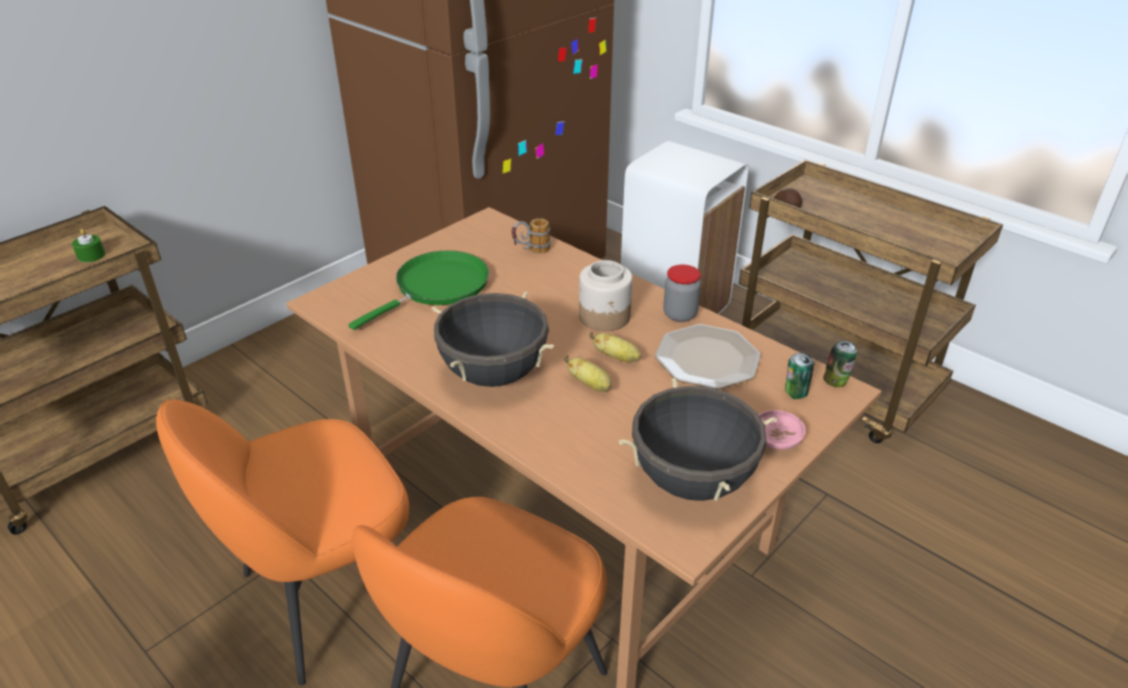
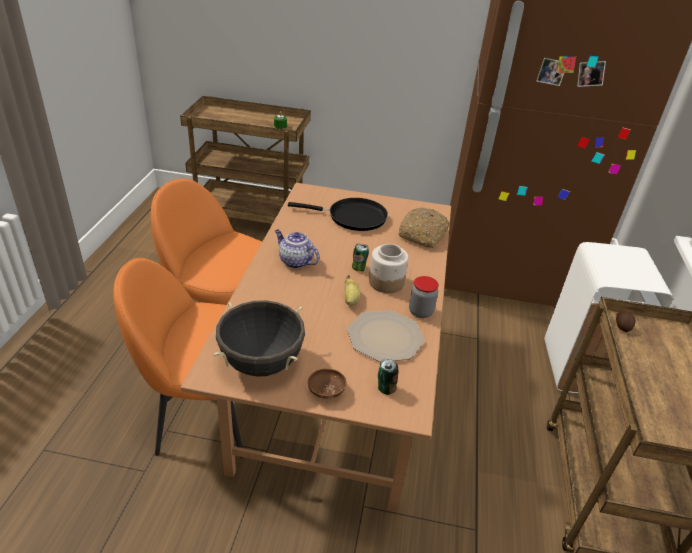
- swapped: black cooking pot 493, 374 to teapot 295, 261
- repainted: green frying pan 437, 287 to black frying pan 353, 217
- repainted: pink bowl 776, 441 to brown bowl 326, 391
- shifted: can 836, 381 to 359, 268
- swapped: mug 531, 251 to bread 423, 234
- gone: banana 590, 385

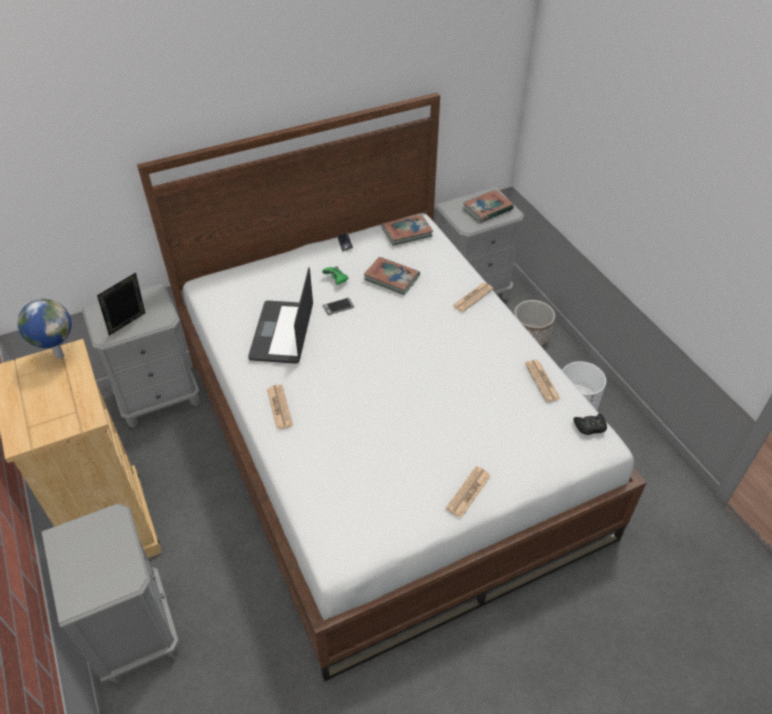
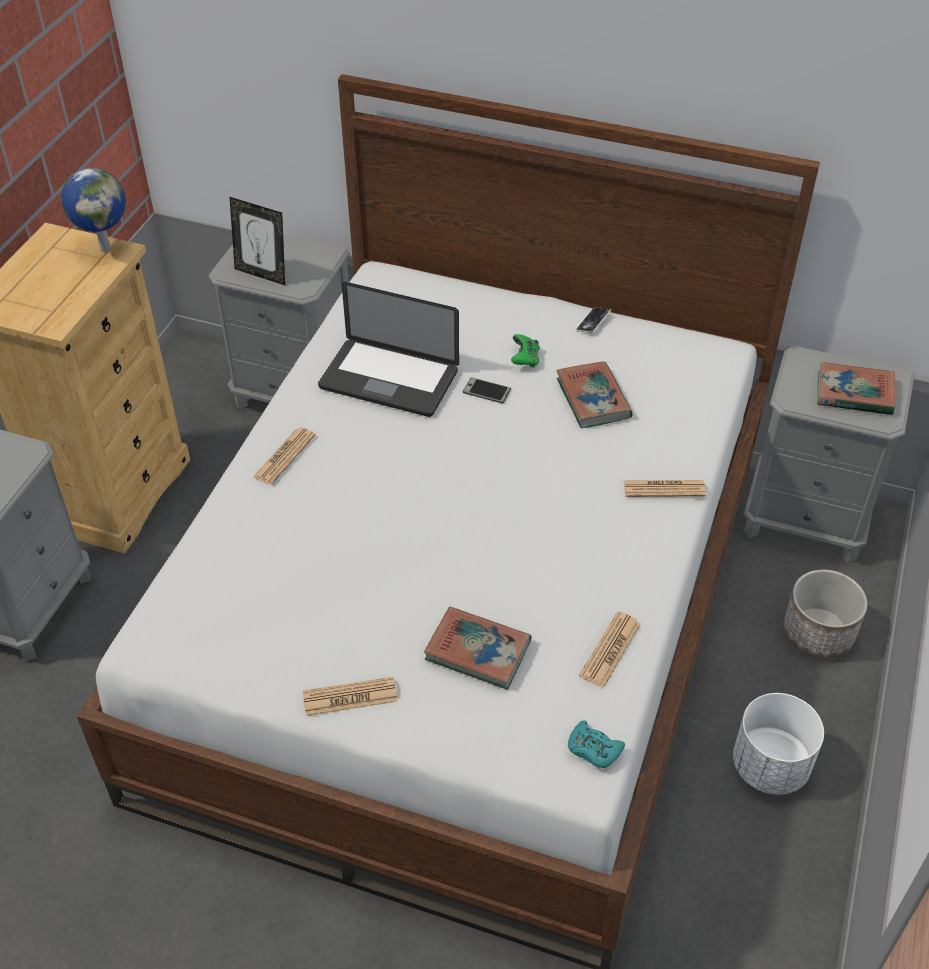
- rotated: picture frame 129, 325 = 262, 274 150 degrees counterclockwise
- rotated: laptop 282, 333 = 388, 379 120 degrees counterclockwise
- shifted: book 407, 232 to 478, 651
- repainted: black game controller 590, 427 to turquoise game controller 593, 749

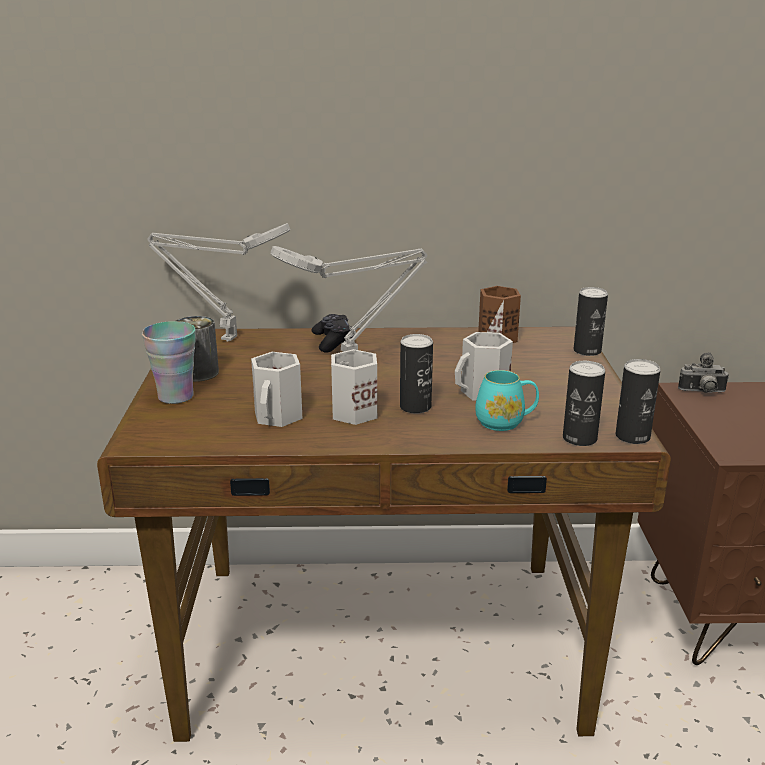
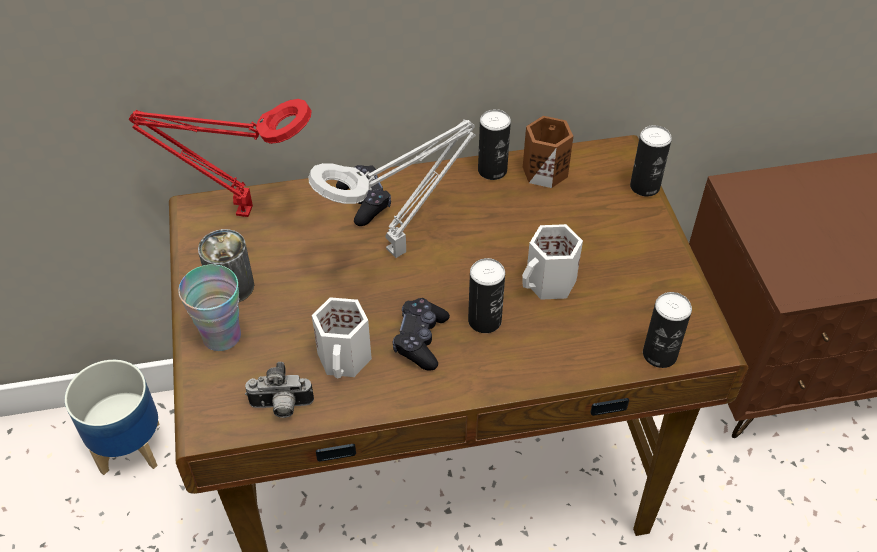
- new: planter 130, 447
- repainted: grey table lamp 224, 339 to red table lamp 239, 211
- shifted: photo camera 702, 392 to 281, 407
- swapped: white mug 352, 412 to black game controller 420, 340
- shifted: can 632, 436 to 492, 170
- gone: turquoise mug 505, 422

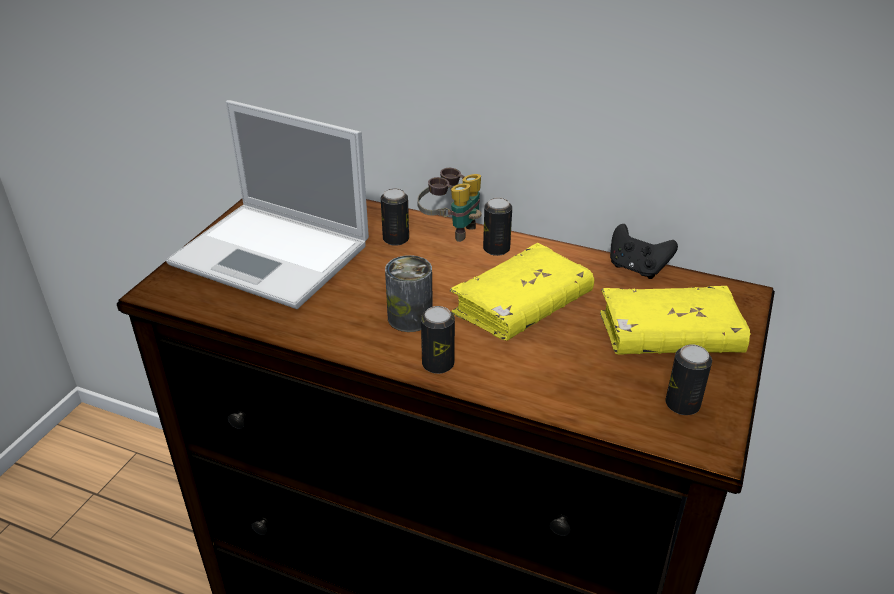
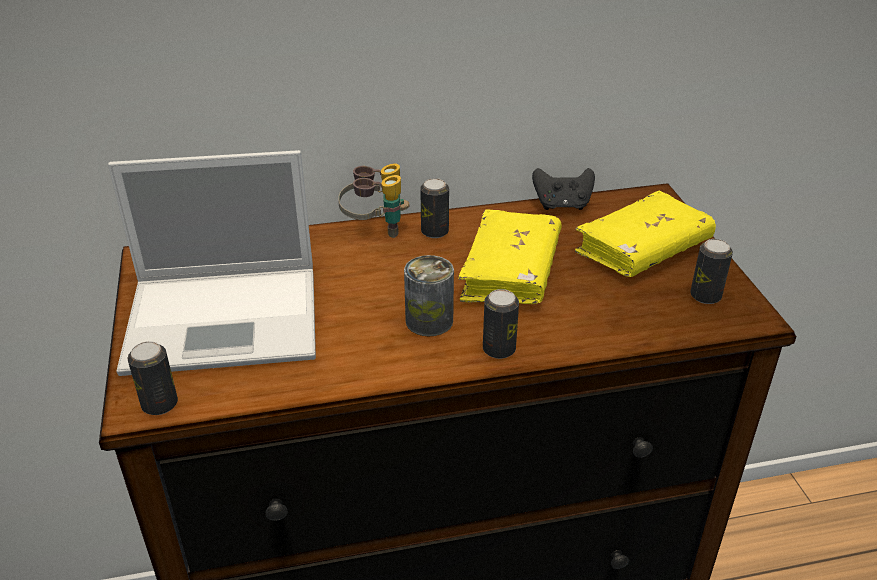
- shifted: can 396, 239 to 160, 404

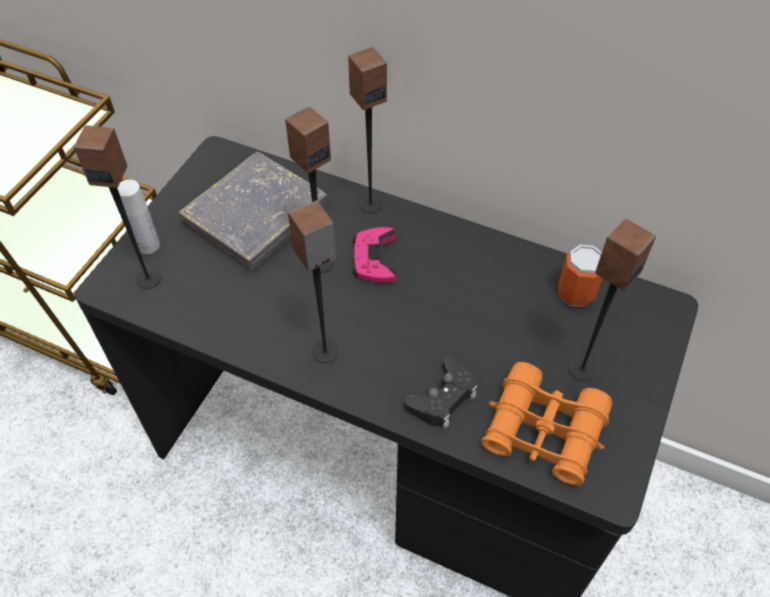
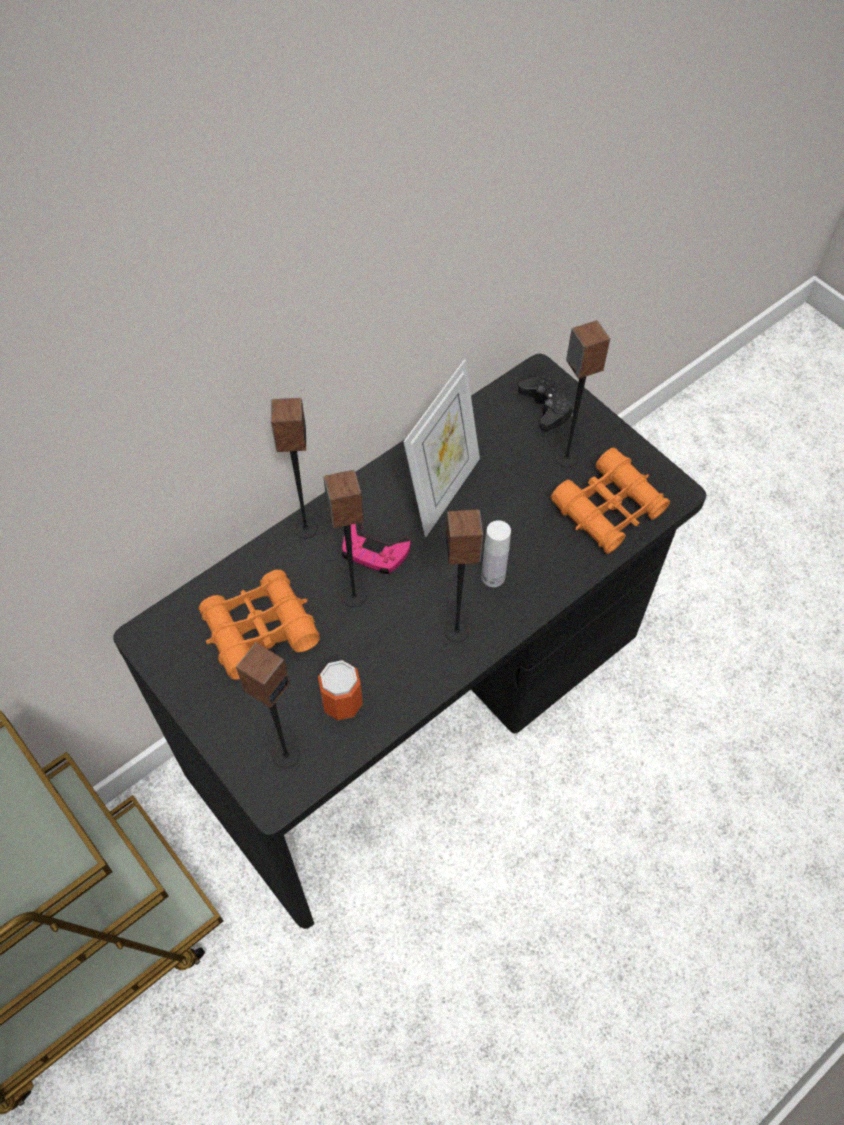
- swapped: grey book 256, 216 to orange binoculars 260, 630
- shifted: can 575, 293 to 342, 703
- new: picture frame 443, 492
- shifted: white bottle 148, 245 to 493, 577
- shifted: black game controller 443, 398 to 546, 406

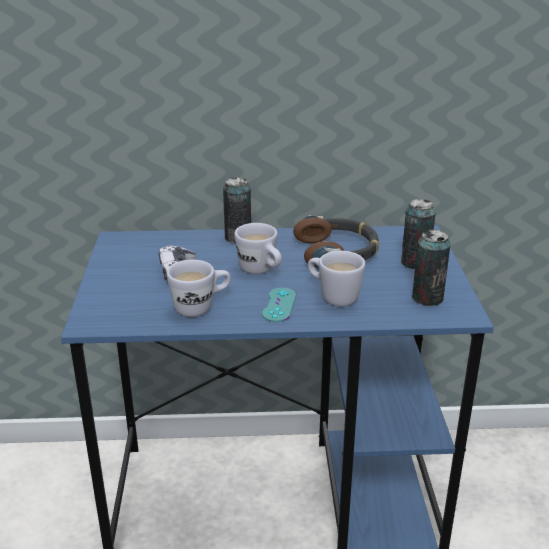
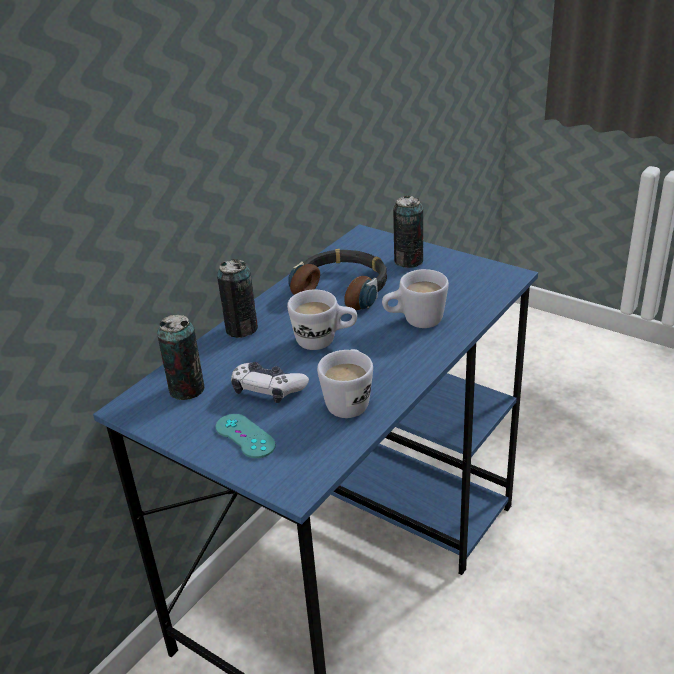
- shifted: can 427, 298 to 187, 389
- shifted: turquoise game controller 279, 305 to 245, 436

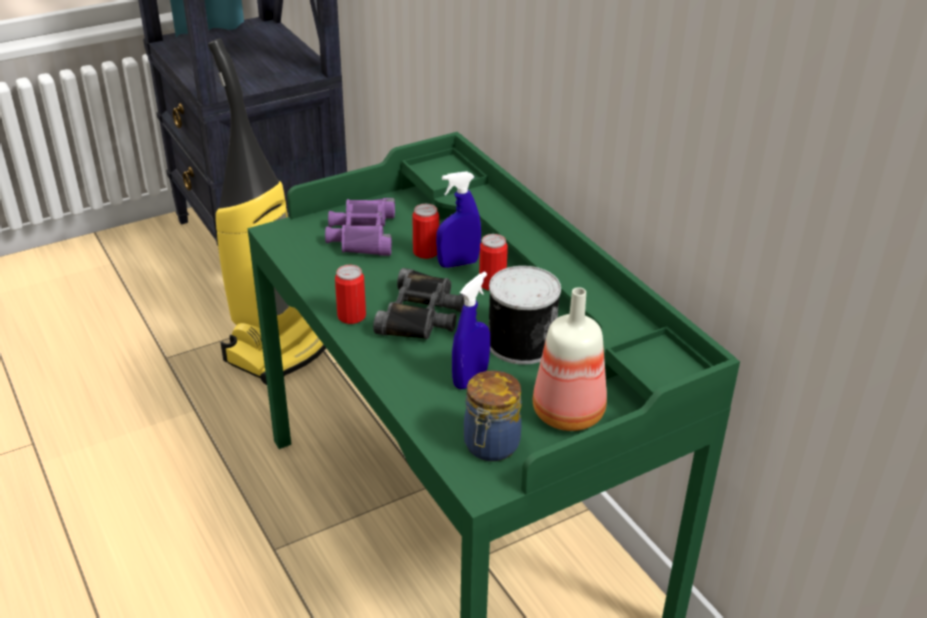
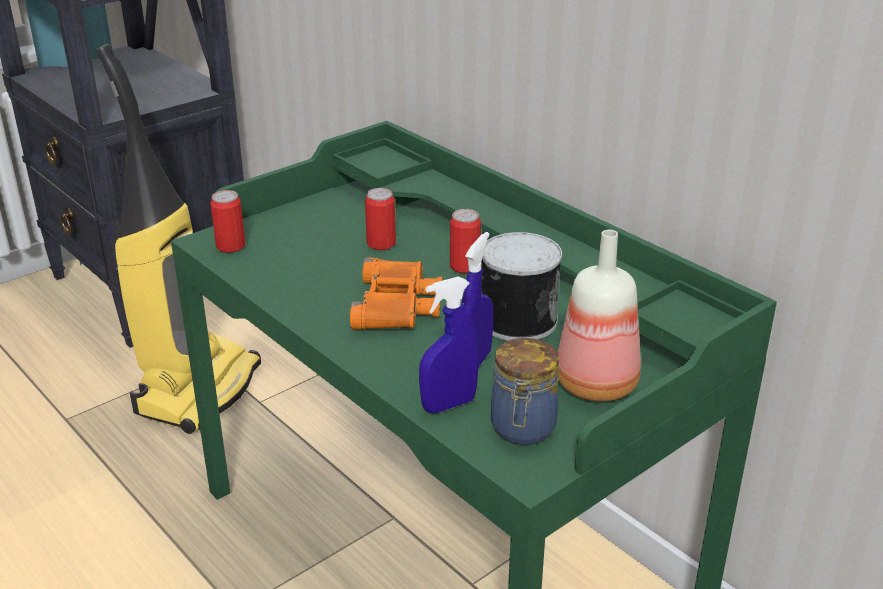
- shifted: can 351, 316 to 231, 246
- repainted: black binoculars 422, 314 to orange binoculars 397, 304
- shifted: blue spray bottle 458, 263 to 448, 404
- gone: purple binoculars 362, 234

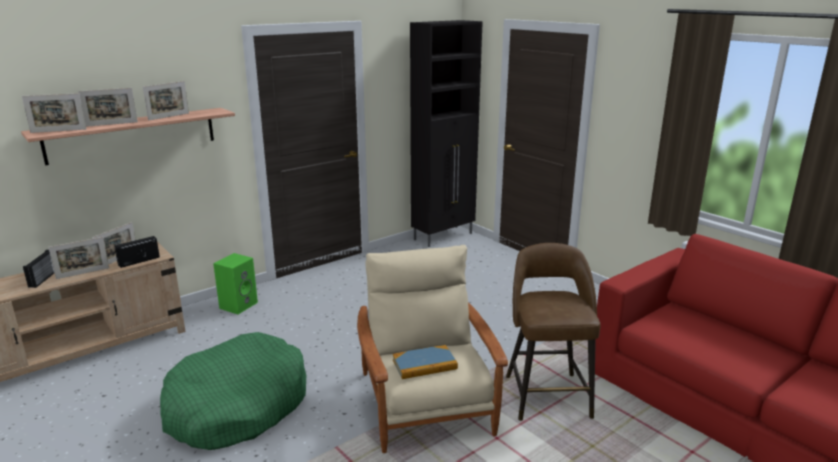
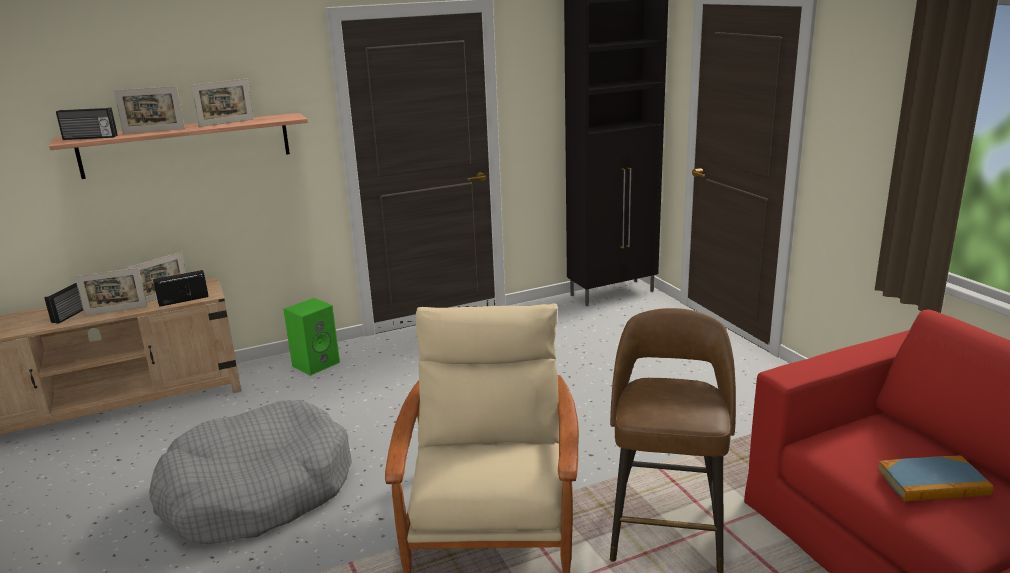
- swapped: picture frame 58, 131 to radio 90, 138
- repainted: green dog bed 237, 406 to grey dog bed 257, 491
- shifted: book 424, 364 to 932, 482

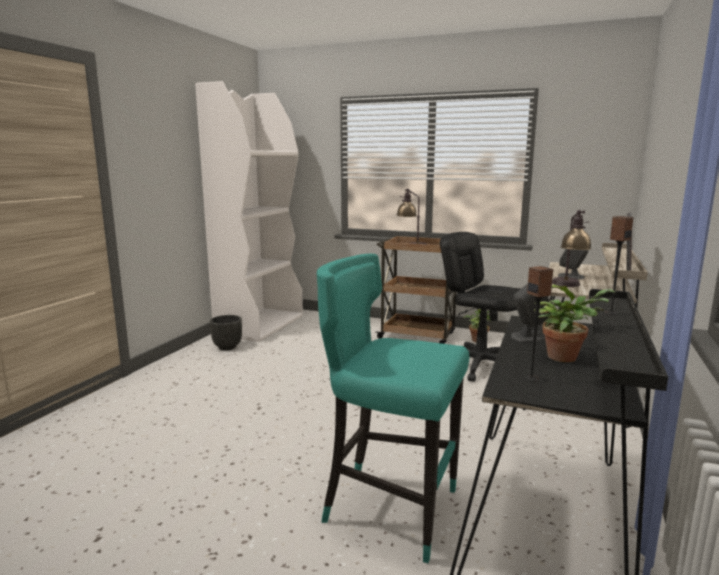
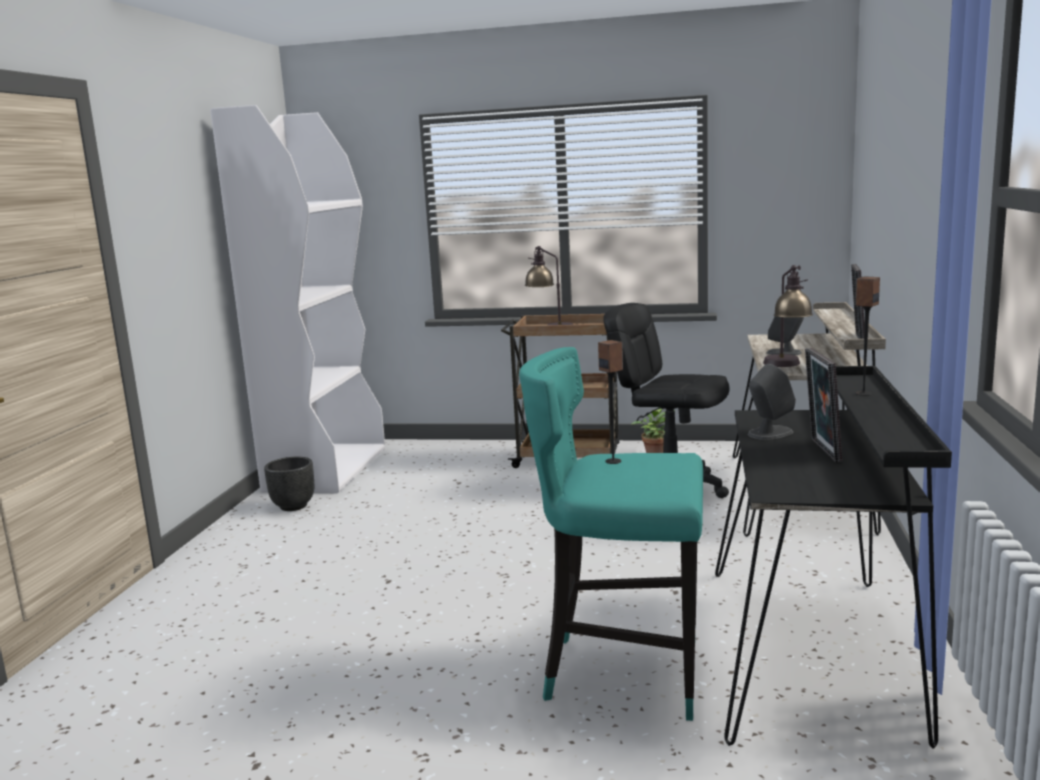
- shifted: speaker 531, 378 to 613, 461
- swapped: potted plant 565, 356 to picture frame 821, 450

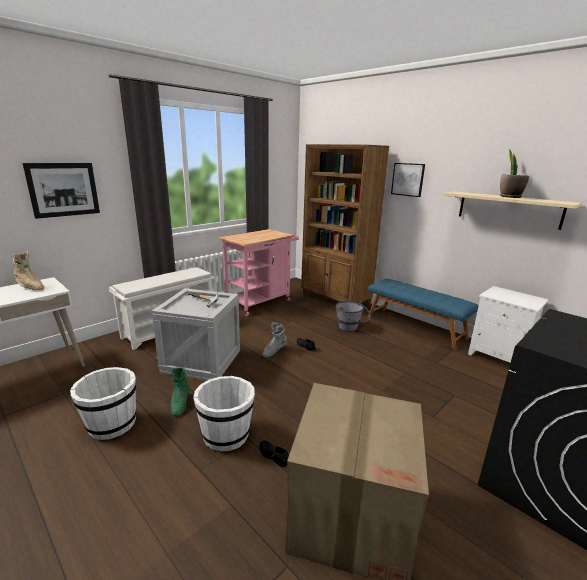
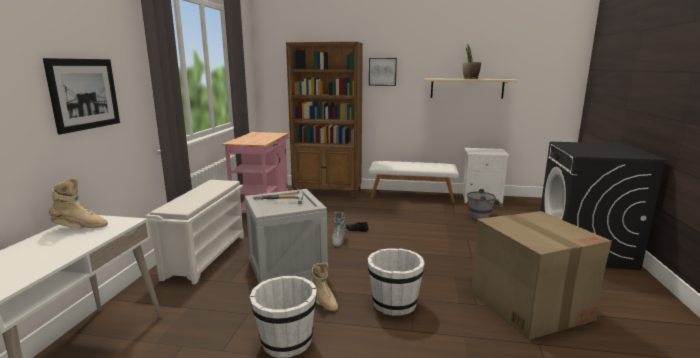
- repainted: green boot 180, 404 to beige boot 323, 302
- repainted: blue bench 415, 327 to white bench 412, 196
- shifted: grey bucket 351, 328 to 483, 217
- gone: black shoe 273, 456

